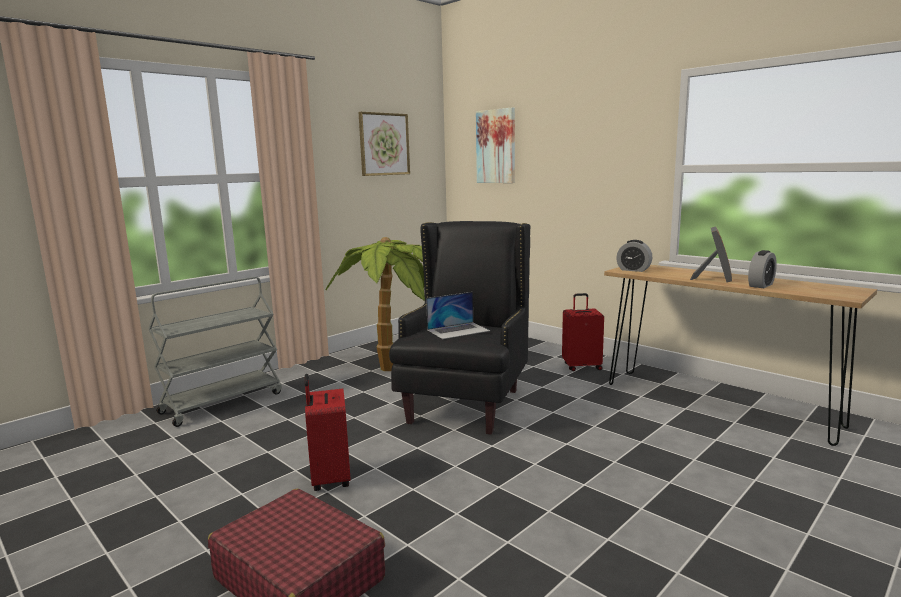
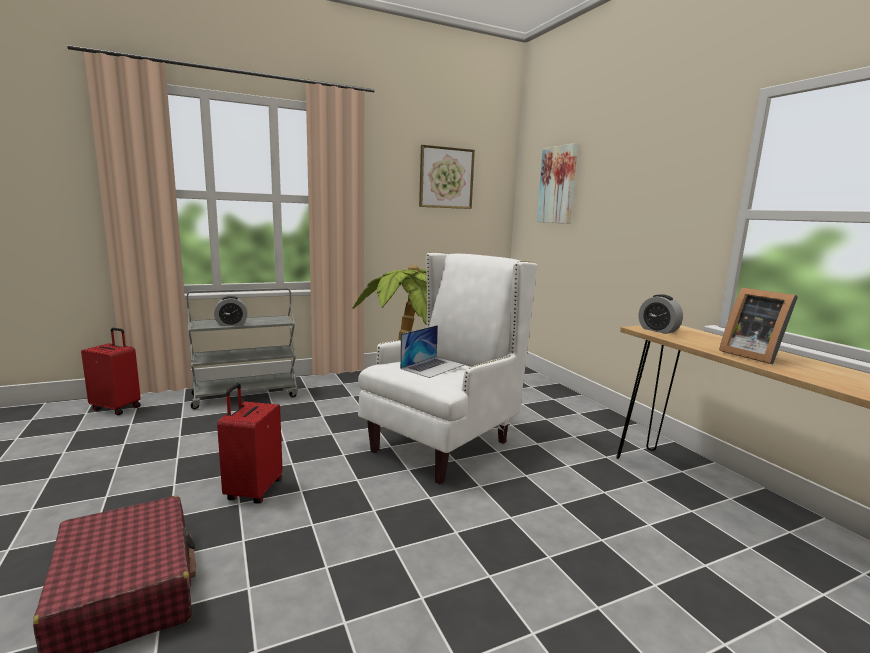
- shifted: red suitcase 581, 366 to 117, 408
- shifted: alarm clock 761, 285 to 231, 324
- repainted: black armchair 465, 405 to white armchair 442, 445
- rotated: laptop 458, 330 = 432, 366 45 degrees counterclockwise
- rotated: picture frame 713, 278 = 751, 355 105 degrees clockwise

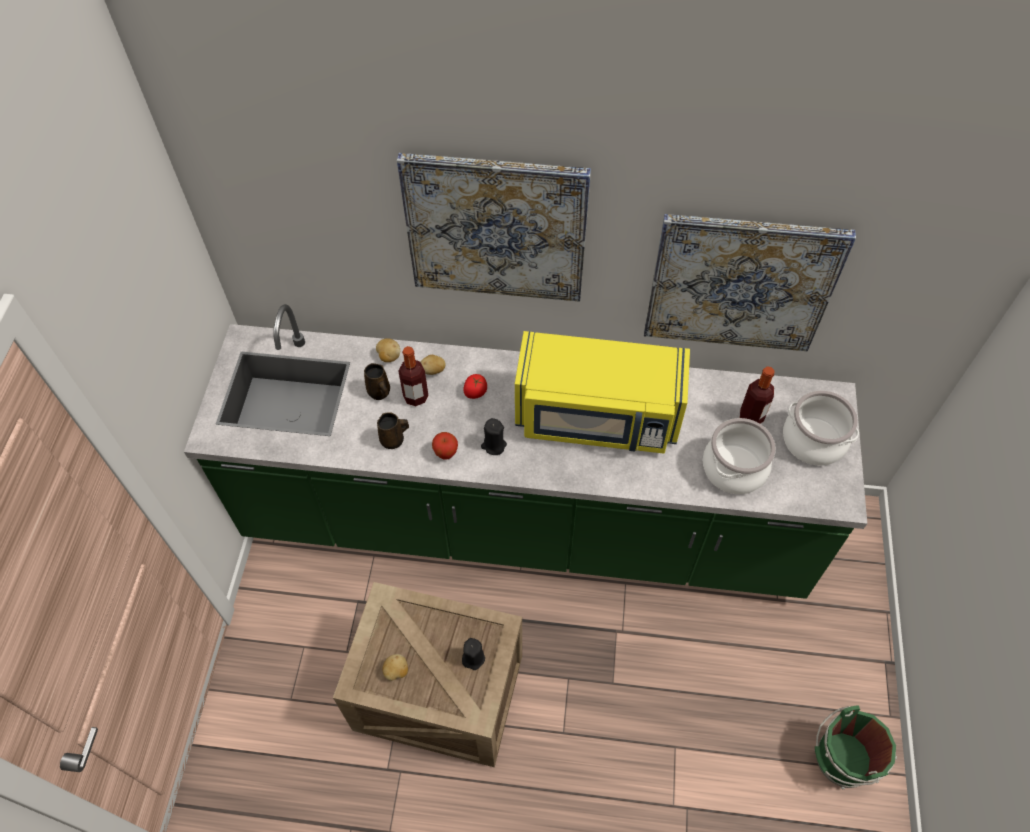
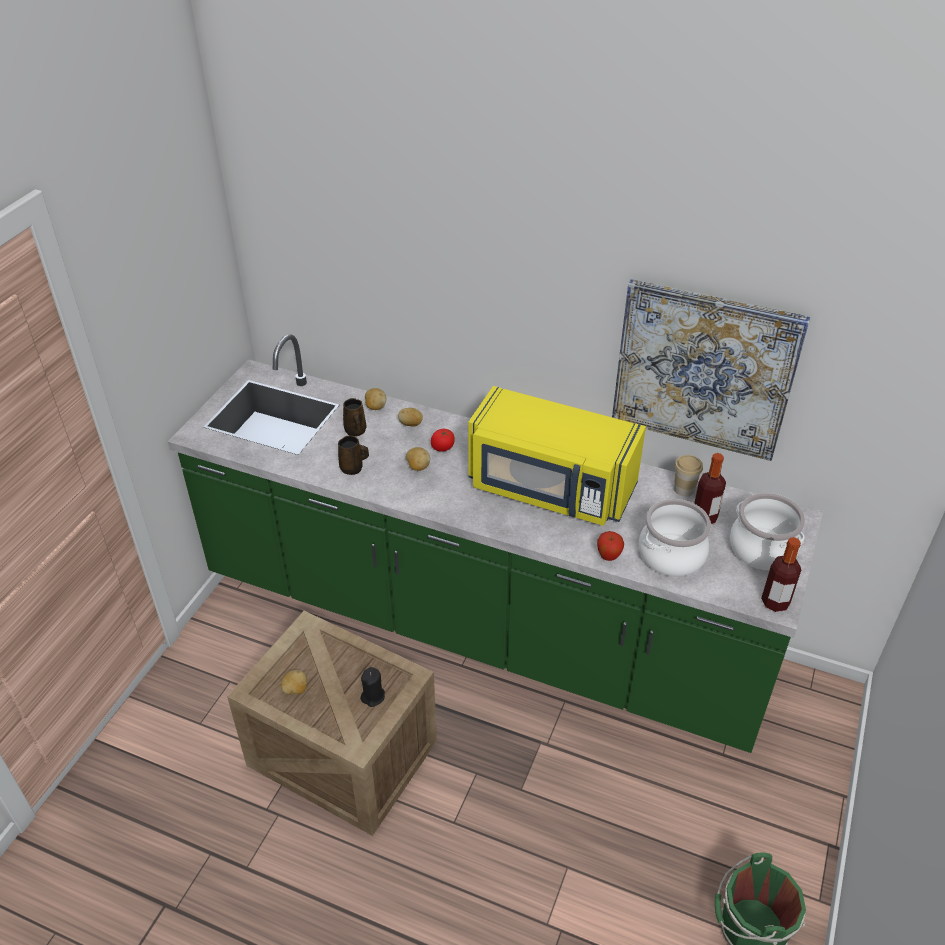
- new: potato 418, 467
- shifted: apple 446, 454 to 608, 557
- new: cup 684, 489
- shifted: bottle 416, 397 to 775, 602
- gone: picture 496, 228
- gone: black candle 493, 445

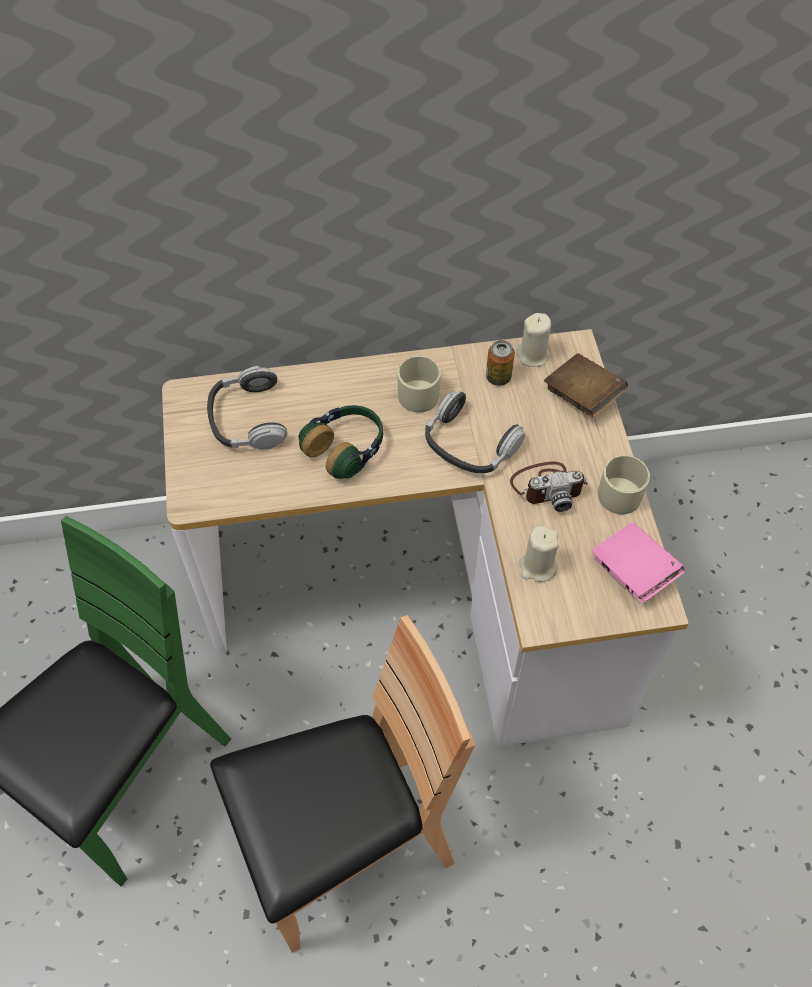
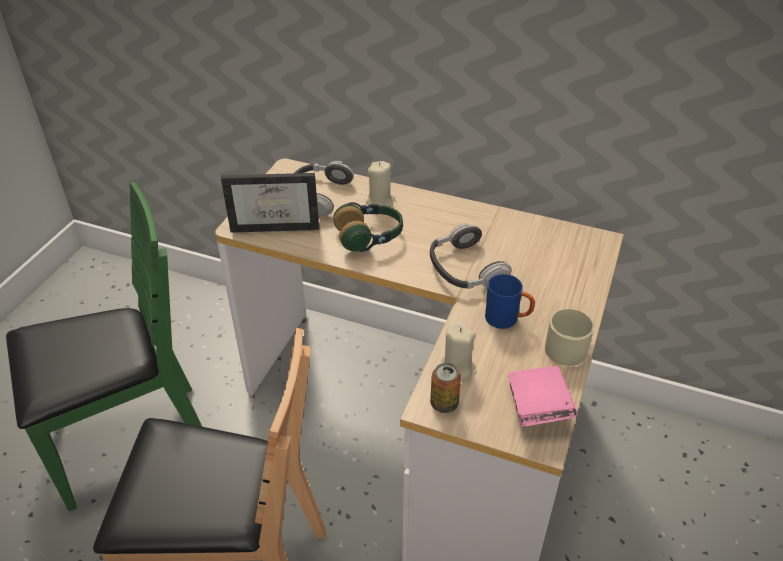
- new: picture frame 277, 224
- shifted: beige candle 533, 355 to 380, 201
- shifted: can 498, 377 to 444, 403
- swapped: photo camera 548, 486 to blue mug 507, 319
- gone: beige mug 420, 391
- gone: brown book 582, 396

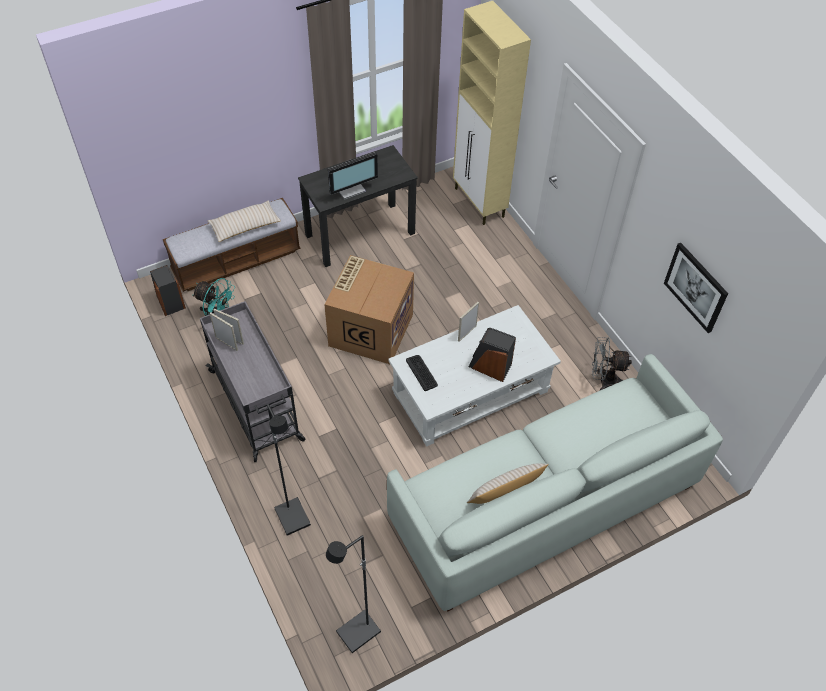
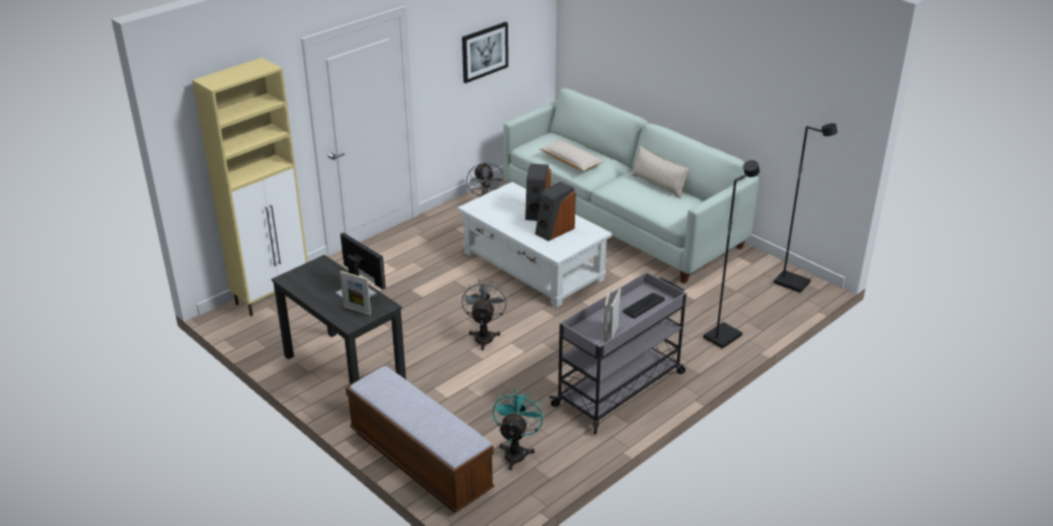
- shifted: picture frame 467, 333 to 357, 310
- swapped: cardboard box 370, 329 to grey fan 484, 335
- shifted: speaker 169, 301 to 554, 230
- shifted: beige pillow 245, 226 to 571, 161
- shifted: keyboard 421, 372 to 643, 305

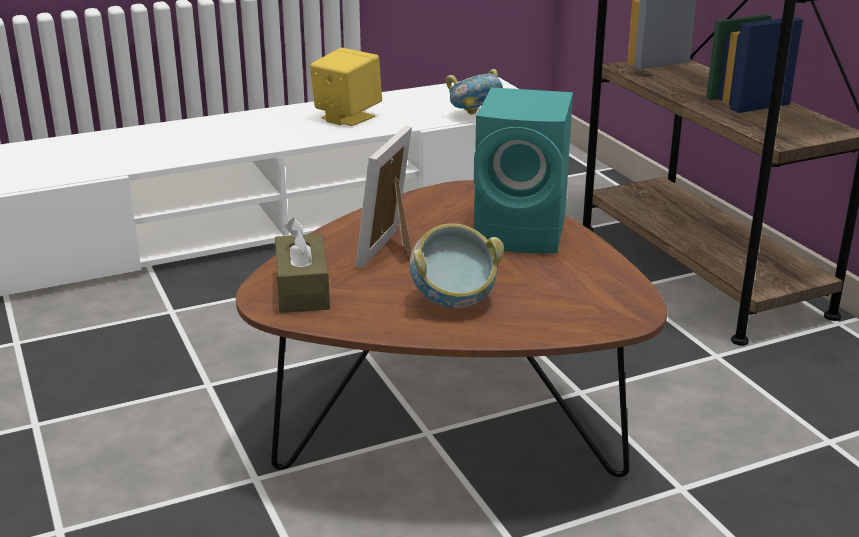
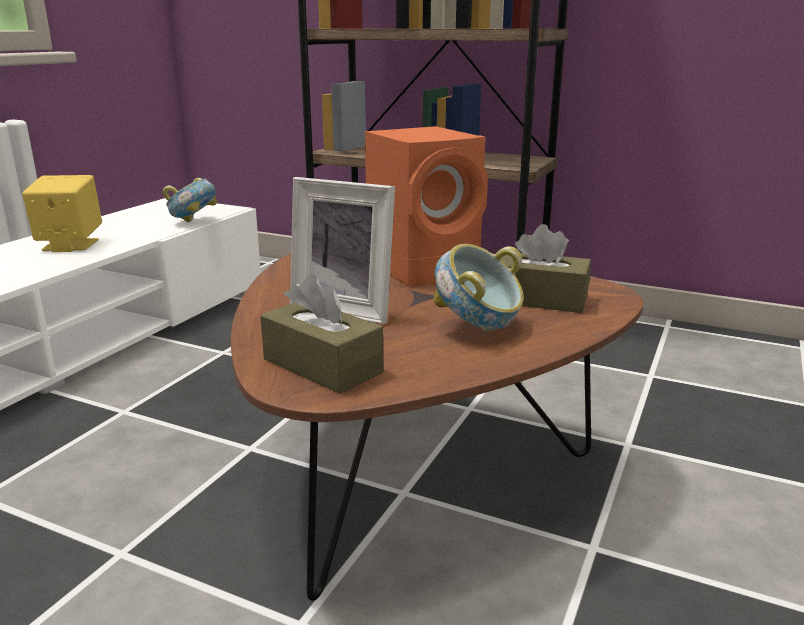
- rotated: picture frame 393, 251 = 347, 309 45 degrees counterclockwise
- repainted: turquoise speaker 524, 233 to orange speaker 426, 267
- new: brown tissue box 538, 299

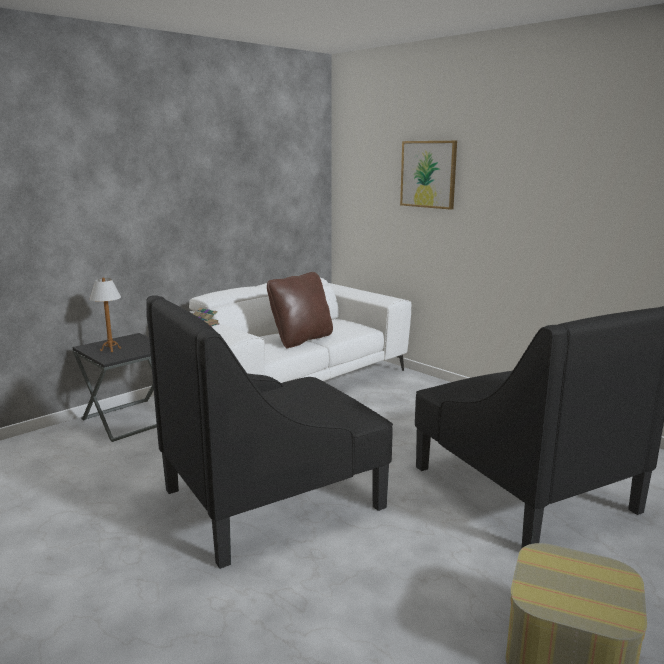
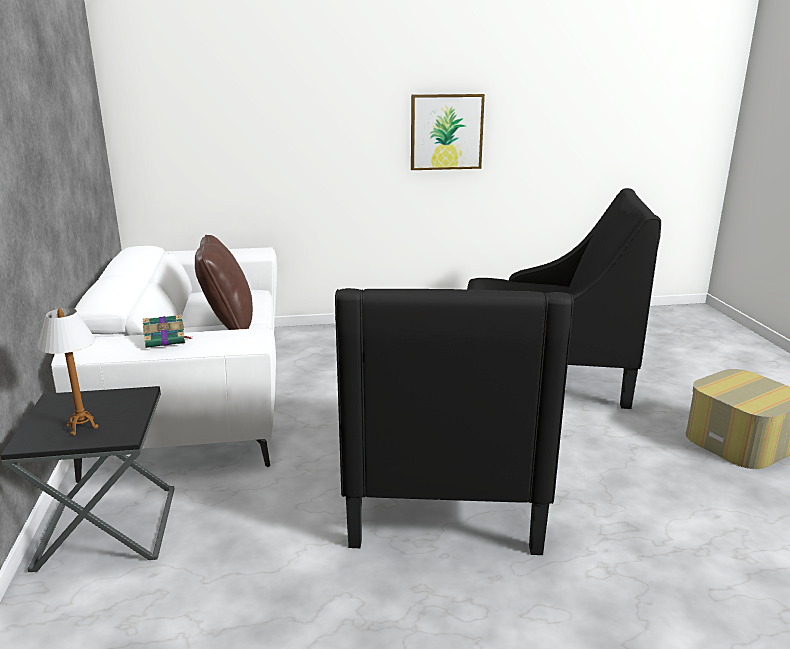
- shifted: picture 428, 174 to 446, 132

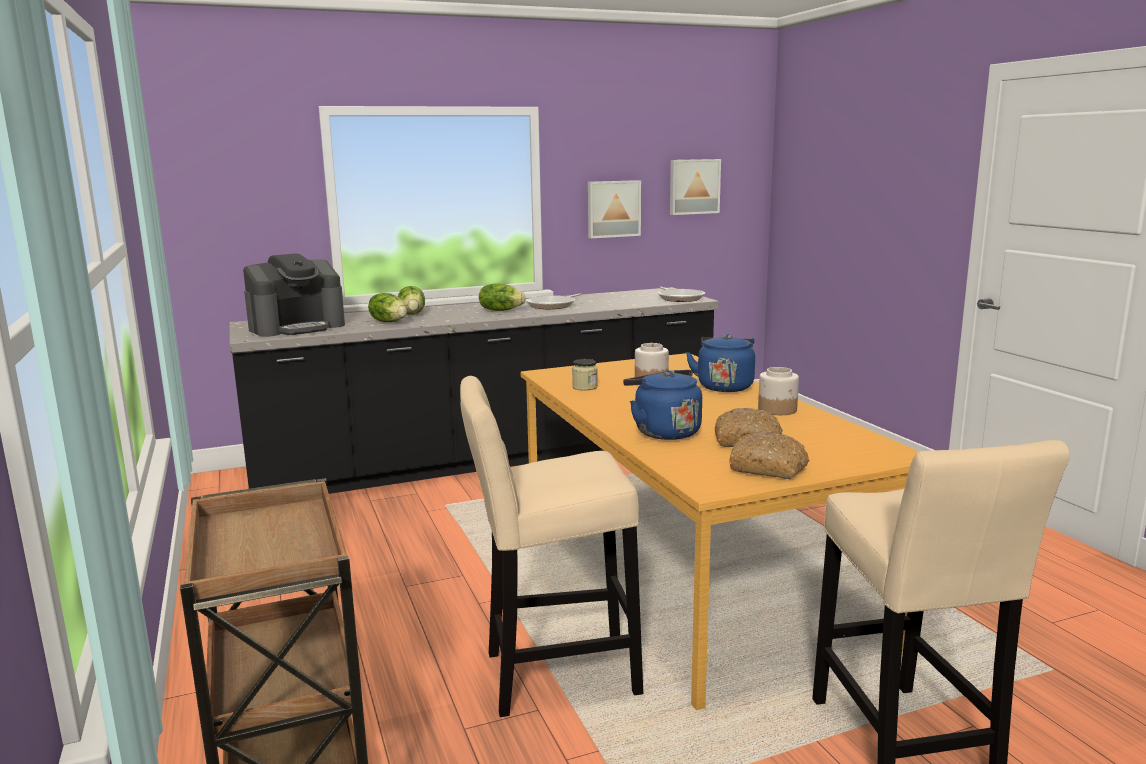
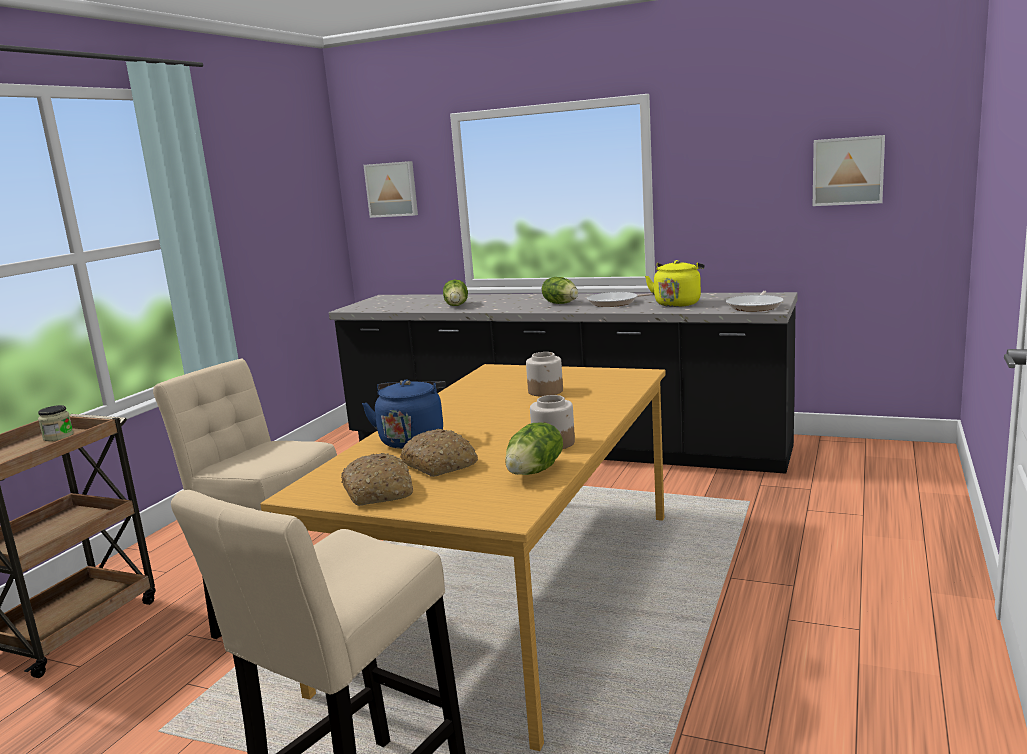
- shifted: jar 585, 387 to 58, 437
- shifted: picture 613, 209 to 392, 189
- shifted: lettuce 413, 314 to 535, 471
- new: yellow kettle 677, 303
- gone: coffee machine 297, 327
- gone: blue kettle 724, 386

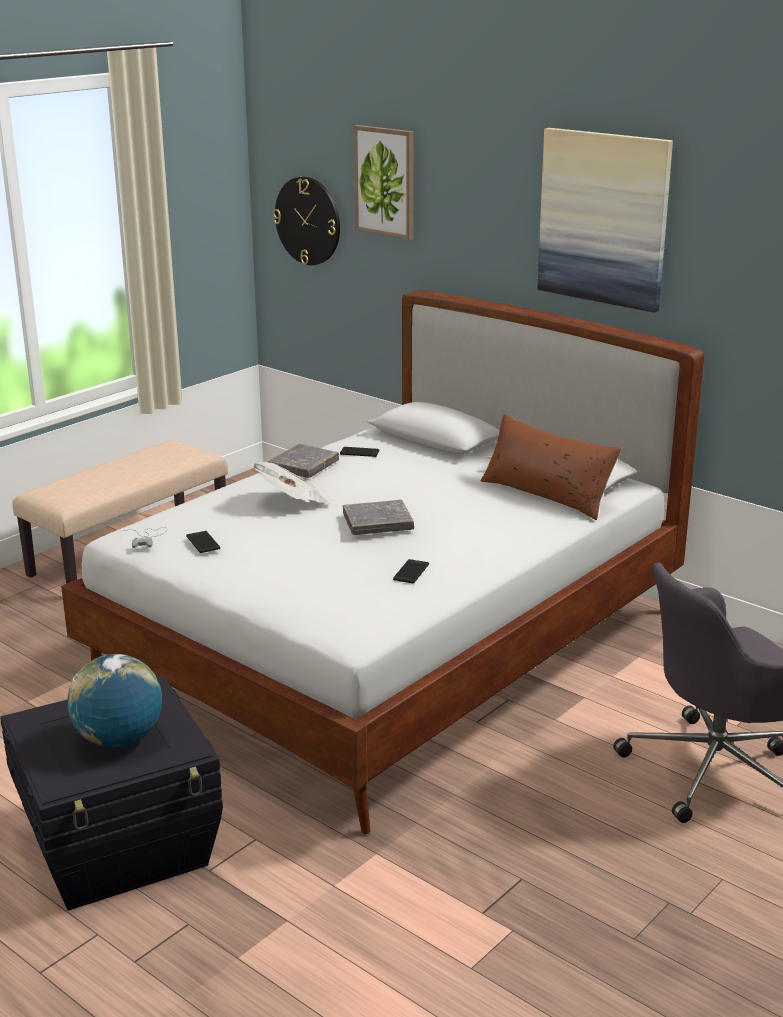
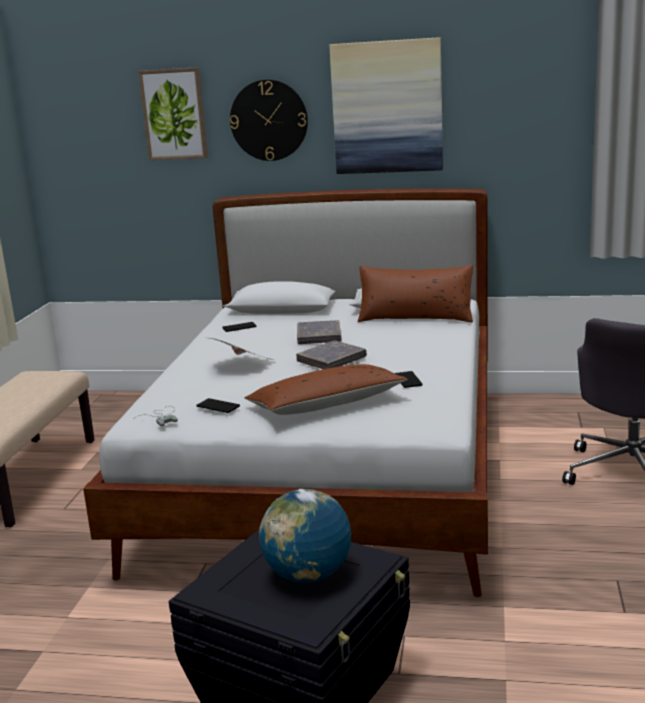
- shifted: wall clock 308, 221 to 269, 120
- new: brown pillow 326, 405
- shifted: grey book 303, 465 to 319, 336

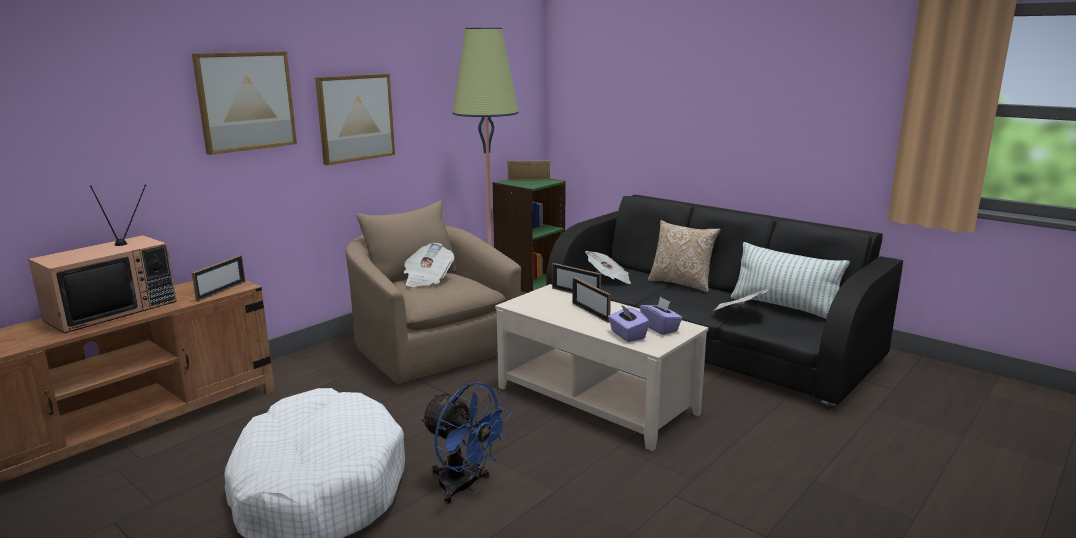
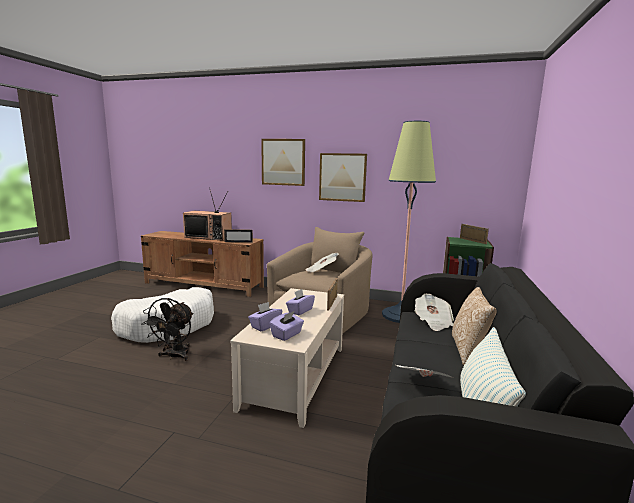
- repainted: blue fan 464, 487 to black fan 174, 356
- swapped: picture frame 590, 312 to purple tissue box 300, 311

